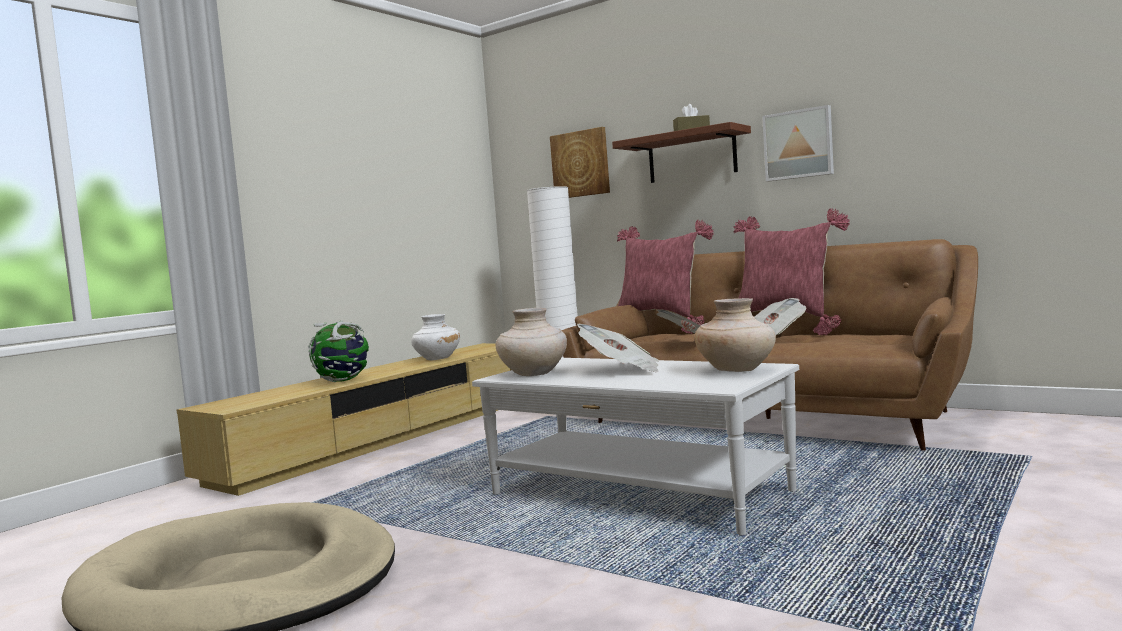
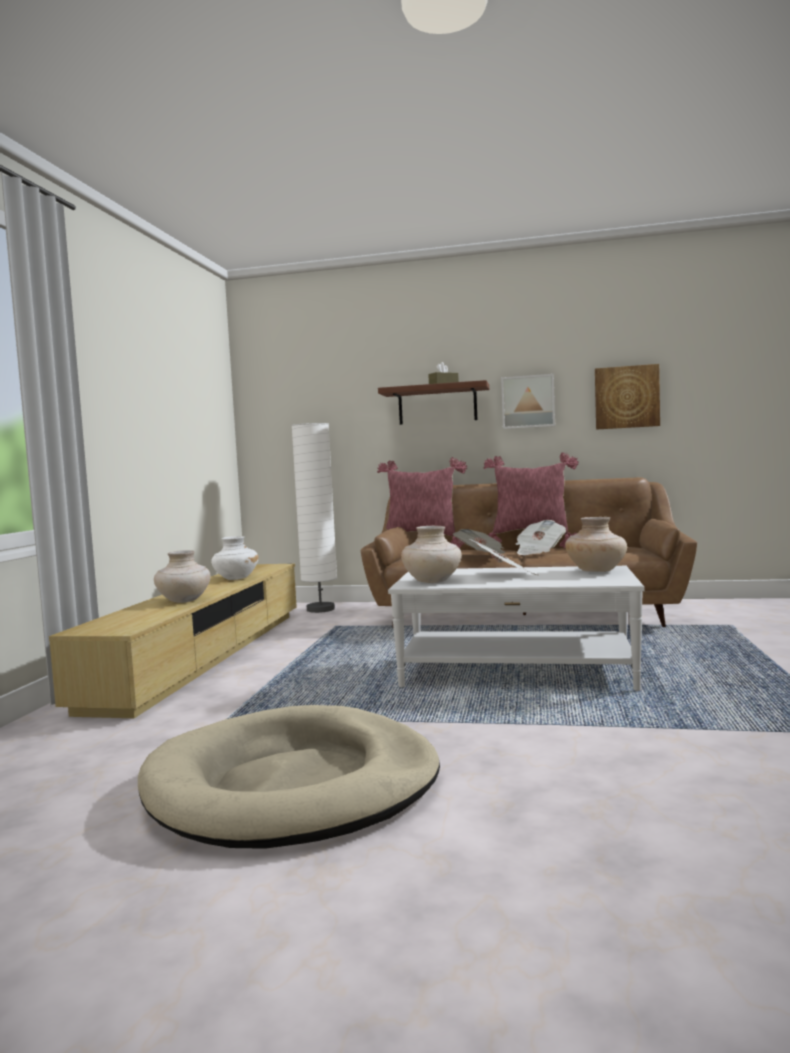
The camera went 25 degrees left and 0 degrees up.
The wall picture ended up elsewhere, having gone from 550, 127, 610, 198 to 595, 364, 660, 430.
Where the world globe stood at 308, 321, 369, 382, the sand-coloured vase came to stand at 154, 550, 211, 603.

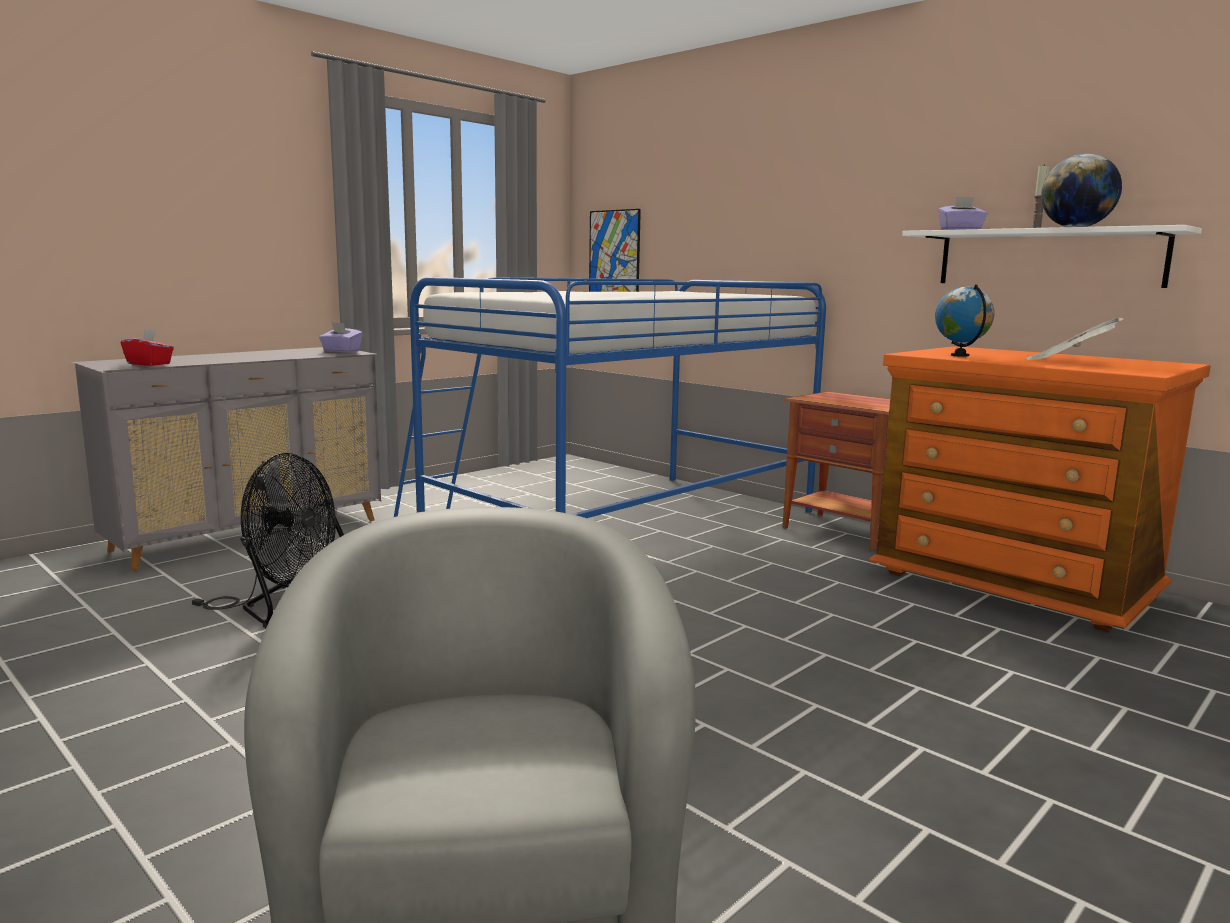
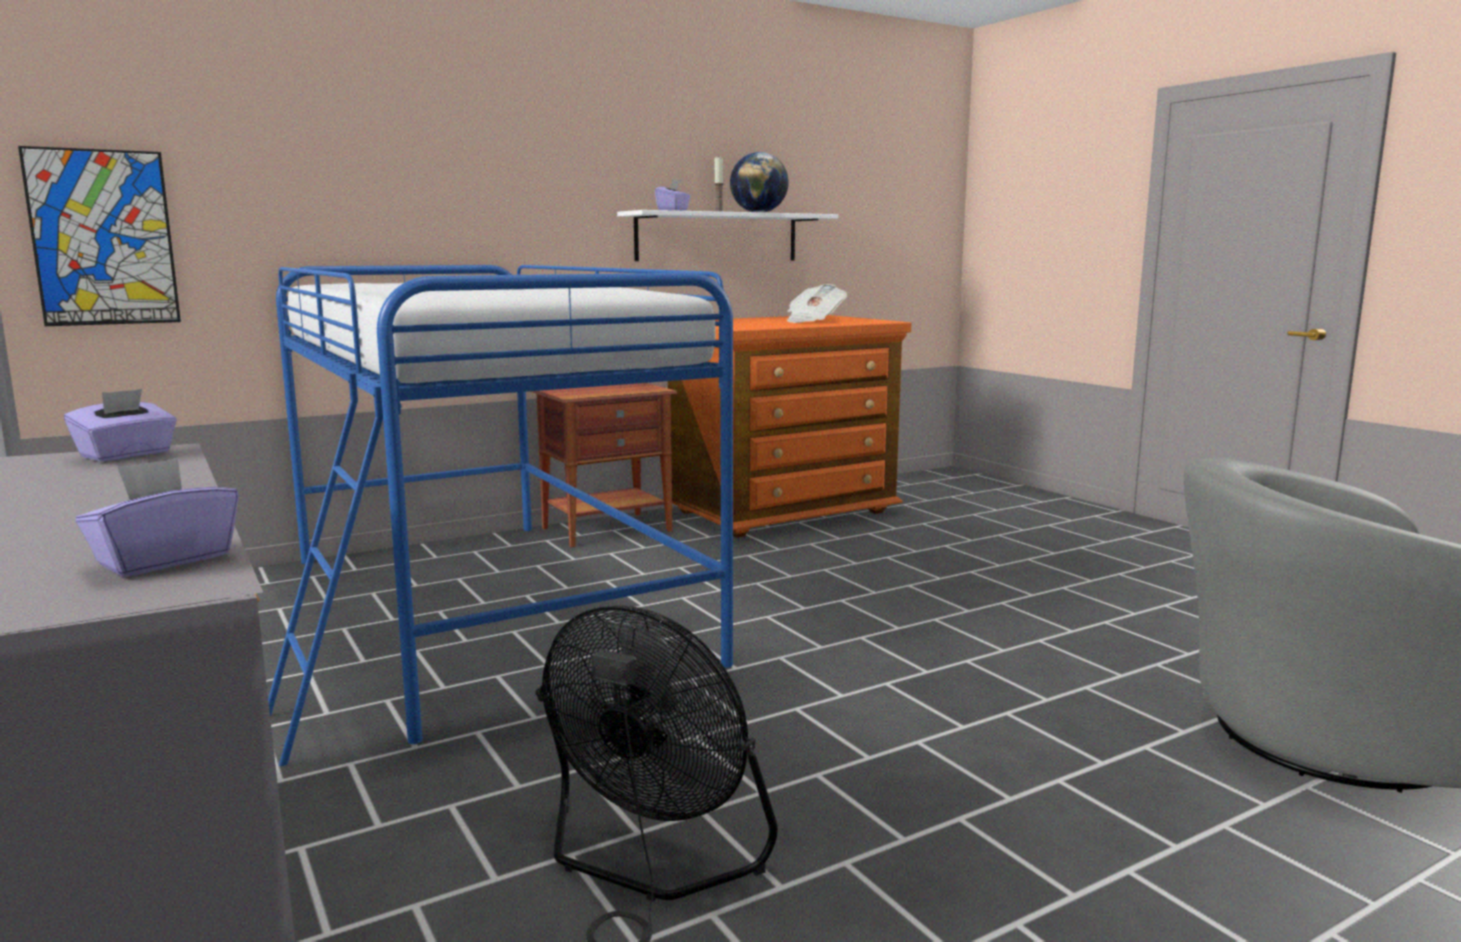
The camera went 75 degrees left and 0 degrees up.
The second view lost the world globe at 935, 284, 995, 357.
What was the red-coloured tissue box at 121, 330, 174, 366 turned into the purple-coloured tissue box at 76, 458, 239, 577.

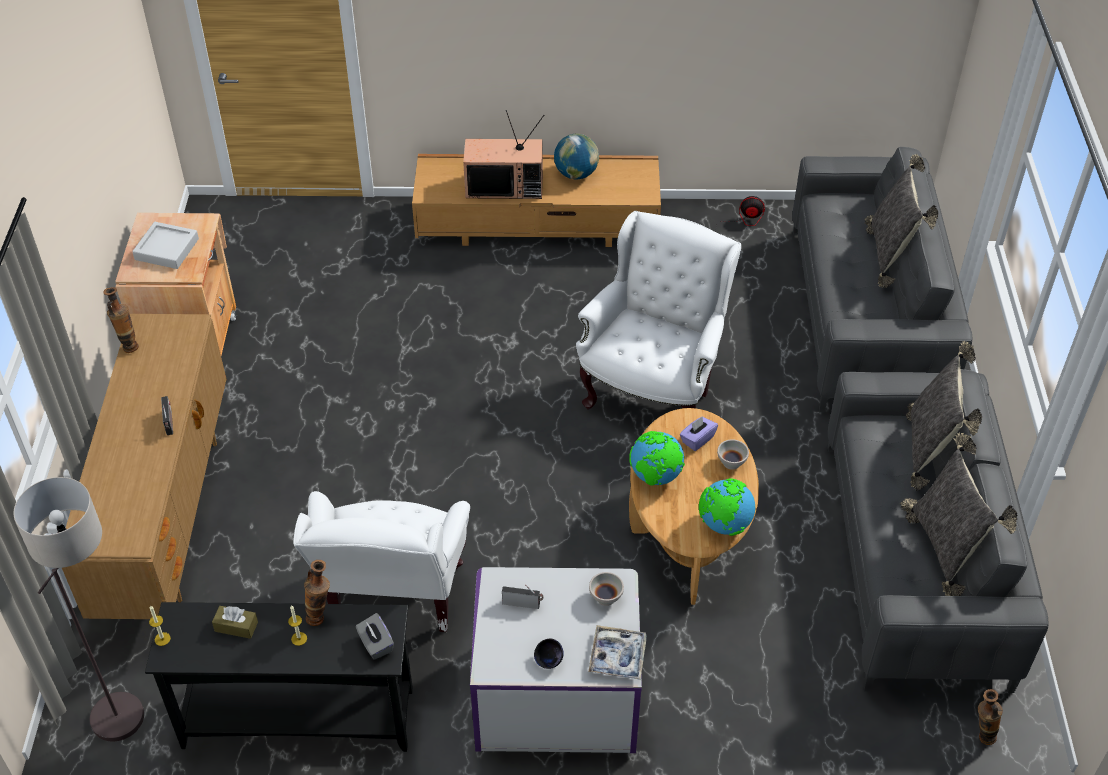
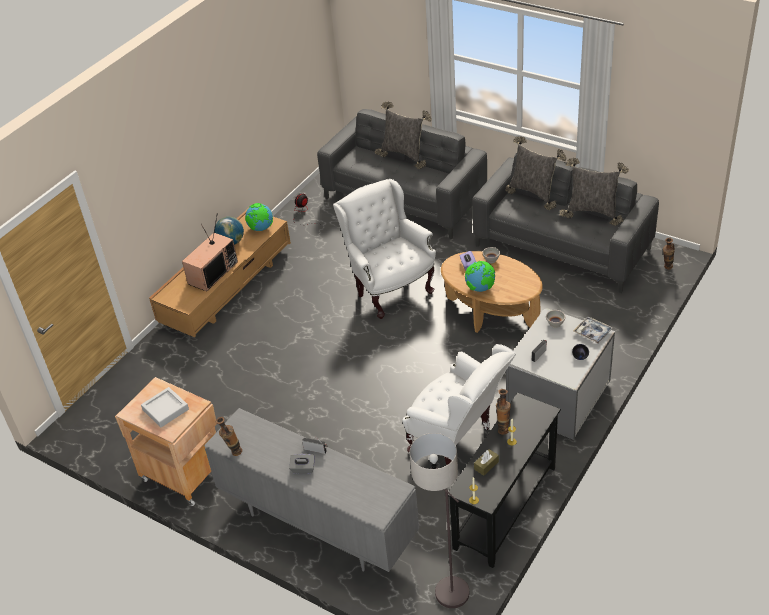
The camera went 55 degrees left and 5 degrees down.
The gray tissue box ended up elsewhere, having gone from 356, 613, 394, 660 to 289, 454, 315, 474.
The world globe ended up elsewhere, having gone from 699, 478, 755, 536 to 245, 203, 273, 231.
What was the brownish dresser at 62, 314, 226, 619 turned into the gray dresser at 204, 408, 419, 572.
What was the purple-coloured bedside table at 470, 567, 642, 753 turned into the gray bedside table at 506, 309, 615, 440.

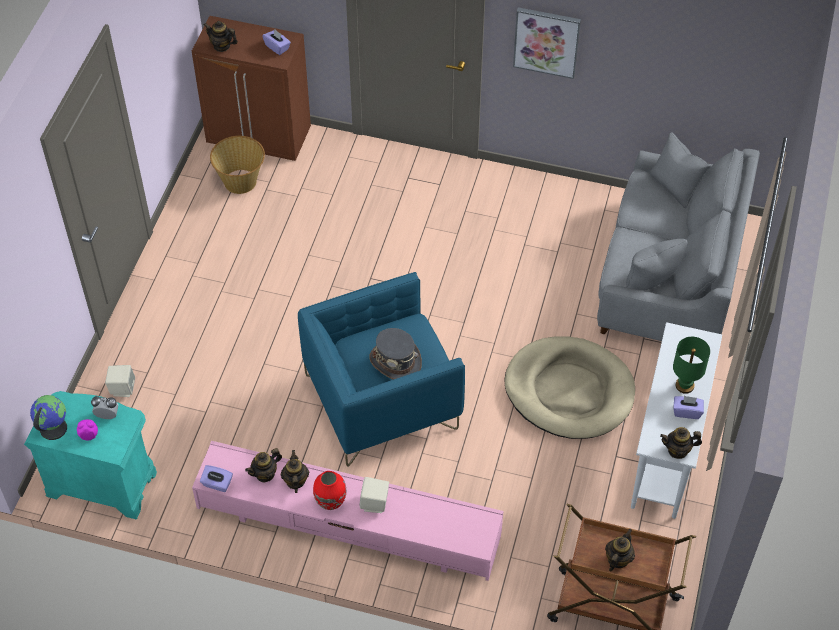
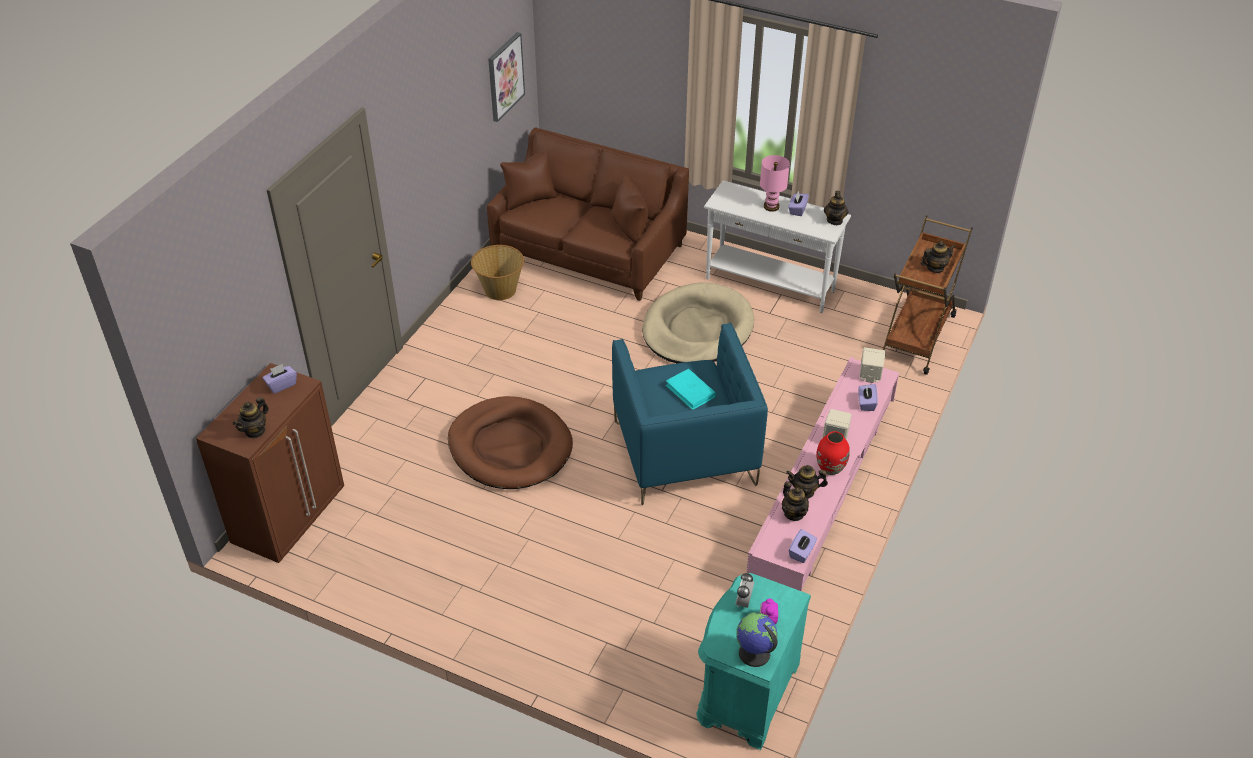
The camera went 80 degrees left and 10 degrees down.
The second view gained the brownish dog bed at 448, 396, 573, 489.
The second view gained the purple-coloured tissue box at 858, 384, 878, 411.
The sand-coloured loudspeaker ended up elsewhere, having gone from 105, 365, 135, 397 to 860, 347, 886, 383.
The storage basket ended up elsewhere, having gone from 210, 136, 265, 194 to 471, 245, 524, 300.
The wall picture ended up elsewhere, having gone from 513, 7, 581, 79 to 488, 32, 525, 122.
Where the gray clothing hat stood at 369, 328, 422, 380, the turquoise-coloured bound book came to stand at 666, 369, 716, 410.
What was the gray settee at 597, 132, 760, 341 turned into the brownish settee at 487, 127, 689, 301.
What was the green-coloured table lamp at 673, 337, 710, 394 turned into the pink table lamp at 760, 155, 790, 212.
The pot for tea at 605, 529, 635, 571 ended up facing another way, 120 degrees clockwise from before.

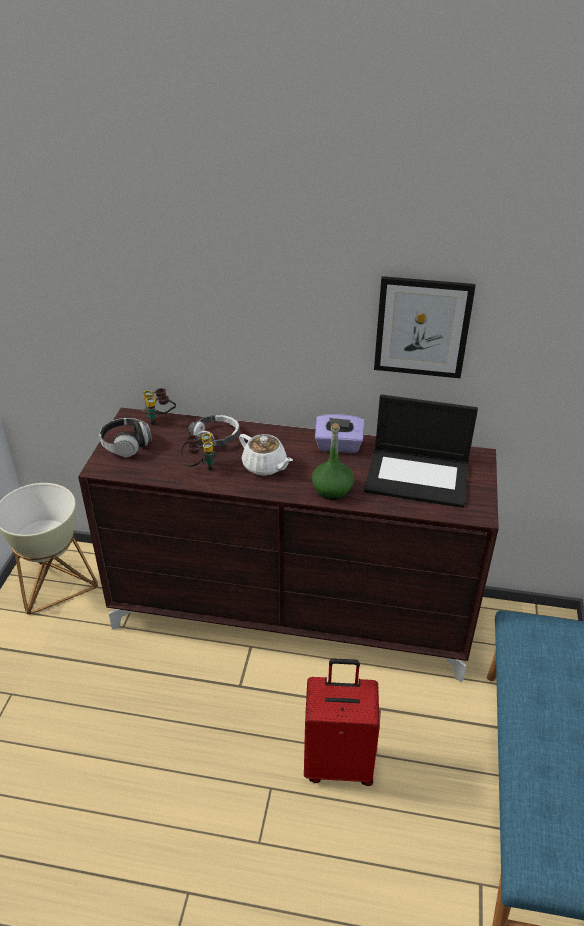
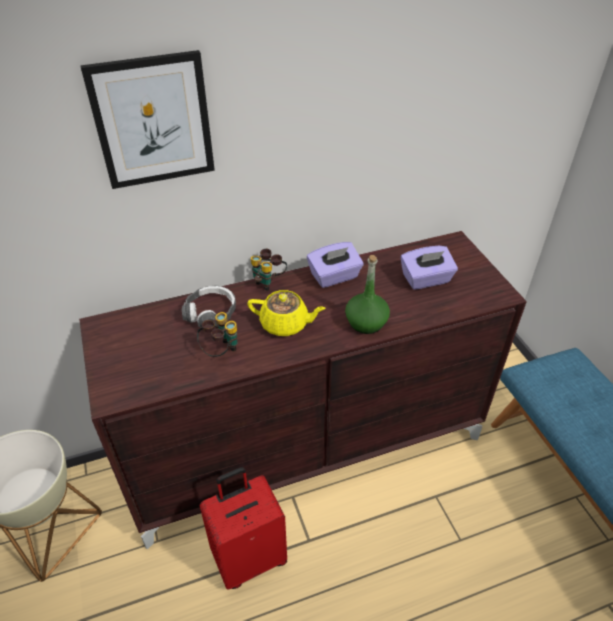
The camera went 30 degrees left and 5 degrees up.
The second view lost the headset at 99, 418, 152, 457.
The pair of binoculars ended up elsewhere, having gone from 142, 388, 176, 425 to 251, 249, 287, 291.
The red-coloured piece of luggage ended up elsewhere, having gone from 304, 659, 380, 786 to 199, 467, 287, 589.
The wall picture ended up elsewhere, having gone from 374, 276, 475, 378 to 80, 50, 215, 189.
Where the notebook computer stood at 364, 394, 478, 508, the purple-coloured tissue box came to stand at 401, 246, 458, 290.
What was the white pot for tea at 239, 434, 293, 476 turned into the yellow-coloured pot for tea at 247, 290, 326, 336.

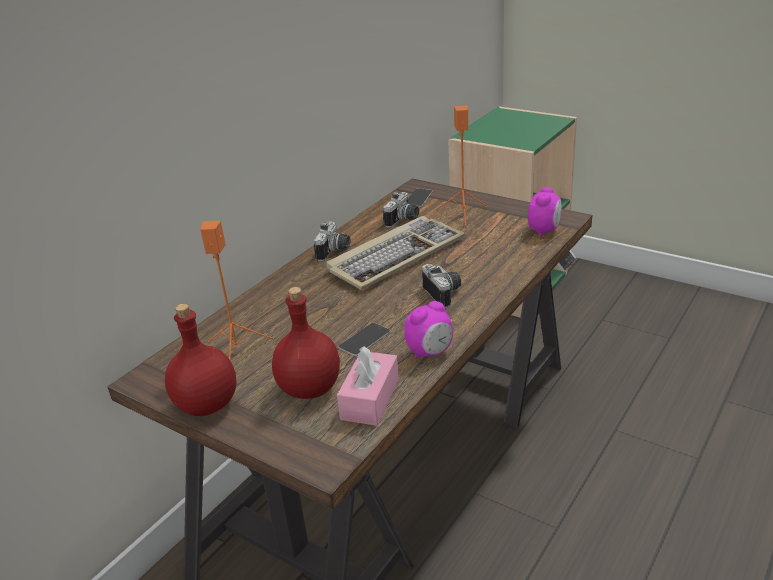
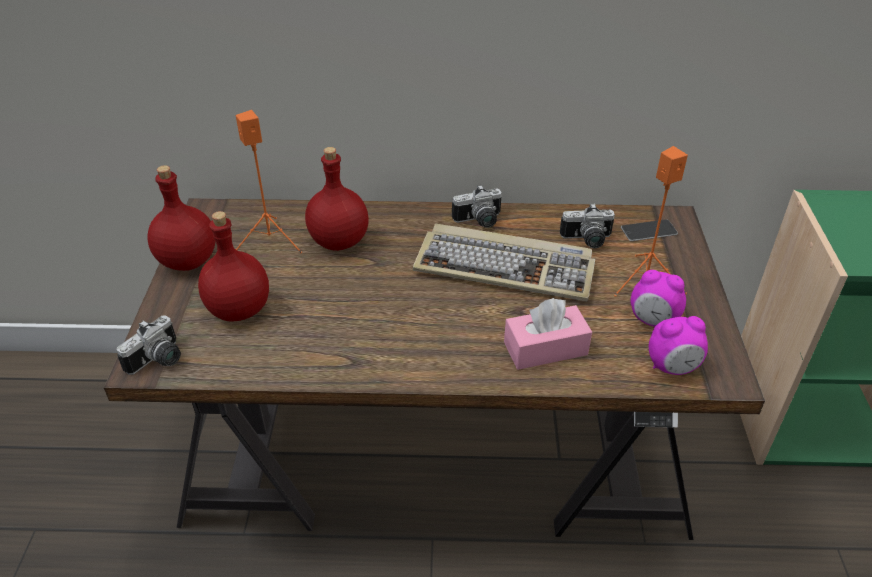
The camera went 55 degrees right and 10 degrees up.
The second view lost the handset at 338, 323, 391, 356.
The second view gained the red-coloured beverage bottle at 305, 147, 369, 251.
The pink tissue box ended up elsewhere, having gone from 337, 346, 399, 426 to 504, 298, 592, 370.
The table clock ended up elsewhere, having gone from 404, 301, 453, 358 to 631, 270, 686, 327.
The still camera ended up elsewhere, having gone from 422, 264, 461, 308 to 117, 315, 181, 375.

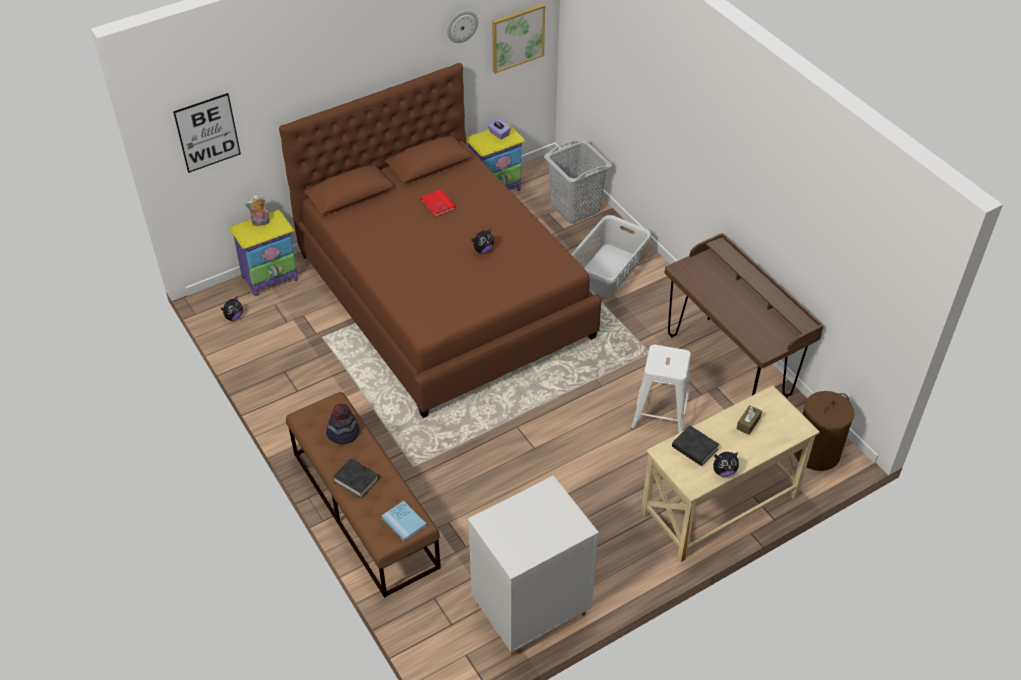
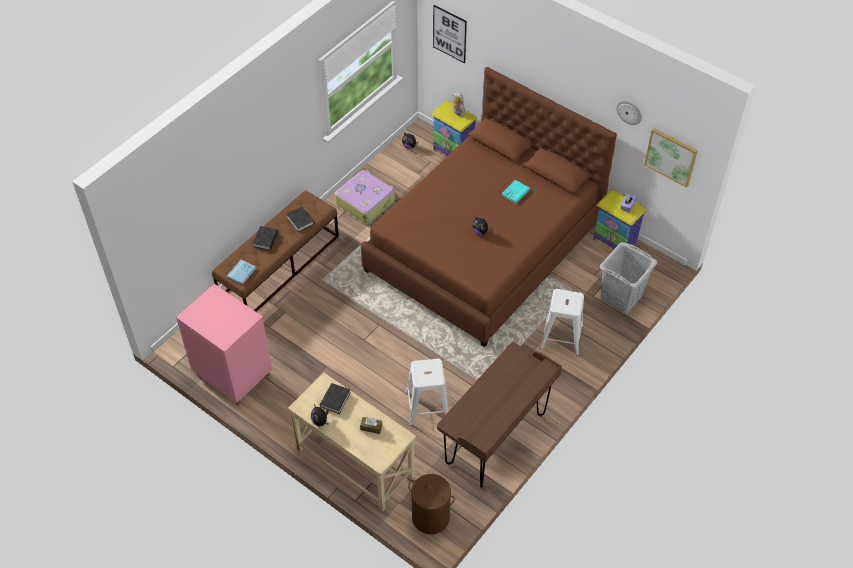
The camera went 70 degrees right and 5 degrees up.
The second view gained the piece of luggage at 335, 170, 395, 224.
Where the clothing hat stood at 326, 404, 360, 444, the blackish bound book came to stand at 286, 207, 314, 232.
Where the gray washing basket stood at 571, 215, 651, 297, the white stool seat came to stand at 540, 289, 584, 356.
What was the red-coloured bound book at 421, 189, 456, 217 turned into the turquoise-coloured bound book at 502, 180, 530, 203.
What was the white dresser at 468, 475, 599, 655 turned into the pink dresser at 176, 284, 272, 406.

